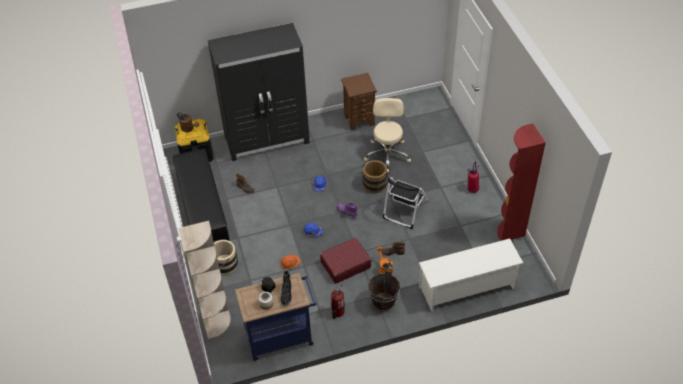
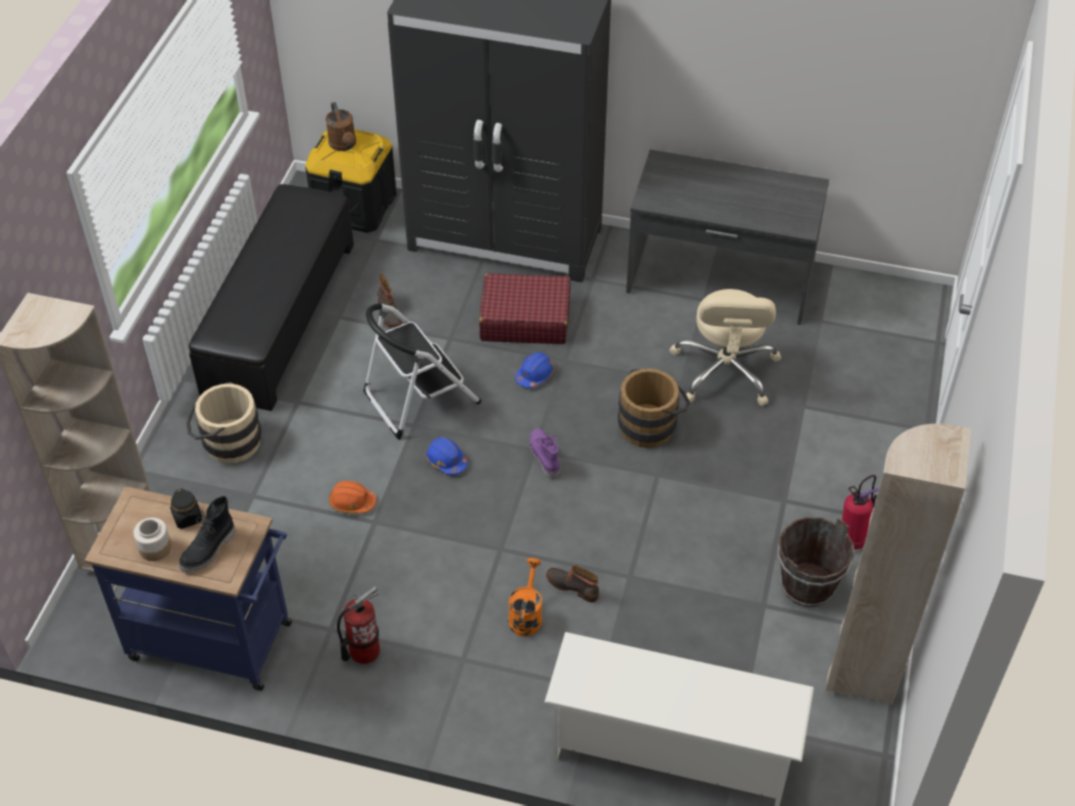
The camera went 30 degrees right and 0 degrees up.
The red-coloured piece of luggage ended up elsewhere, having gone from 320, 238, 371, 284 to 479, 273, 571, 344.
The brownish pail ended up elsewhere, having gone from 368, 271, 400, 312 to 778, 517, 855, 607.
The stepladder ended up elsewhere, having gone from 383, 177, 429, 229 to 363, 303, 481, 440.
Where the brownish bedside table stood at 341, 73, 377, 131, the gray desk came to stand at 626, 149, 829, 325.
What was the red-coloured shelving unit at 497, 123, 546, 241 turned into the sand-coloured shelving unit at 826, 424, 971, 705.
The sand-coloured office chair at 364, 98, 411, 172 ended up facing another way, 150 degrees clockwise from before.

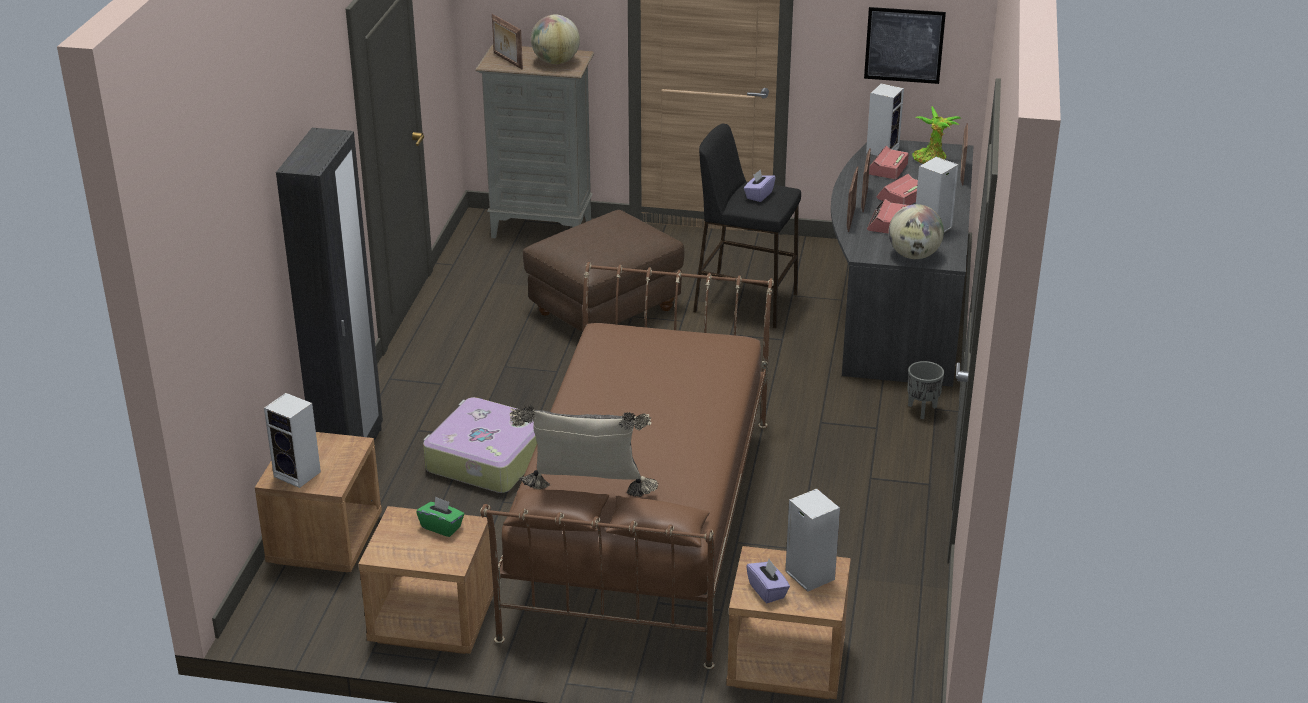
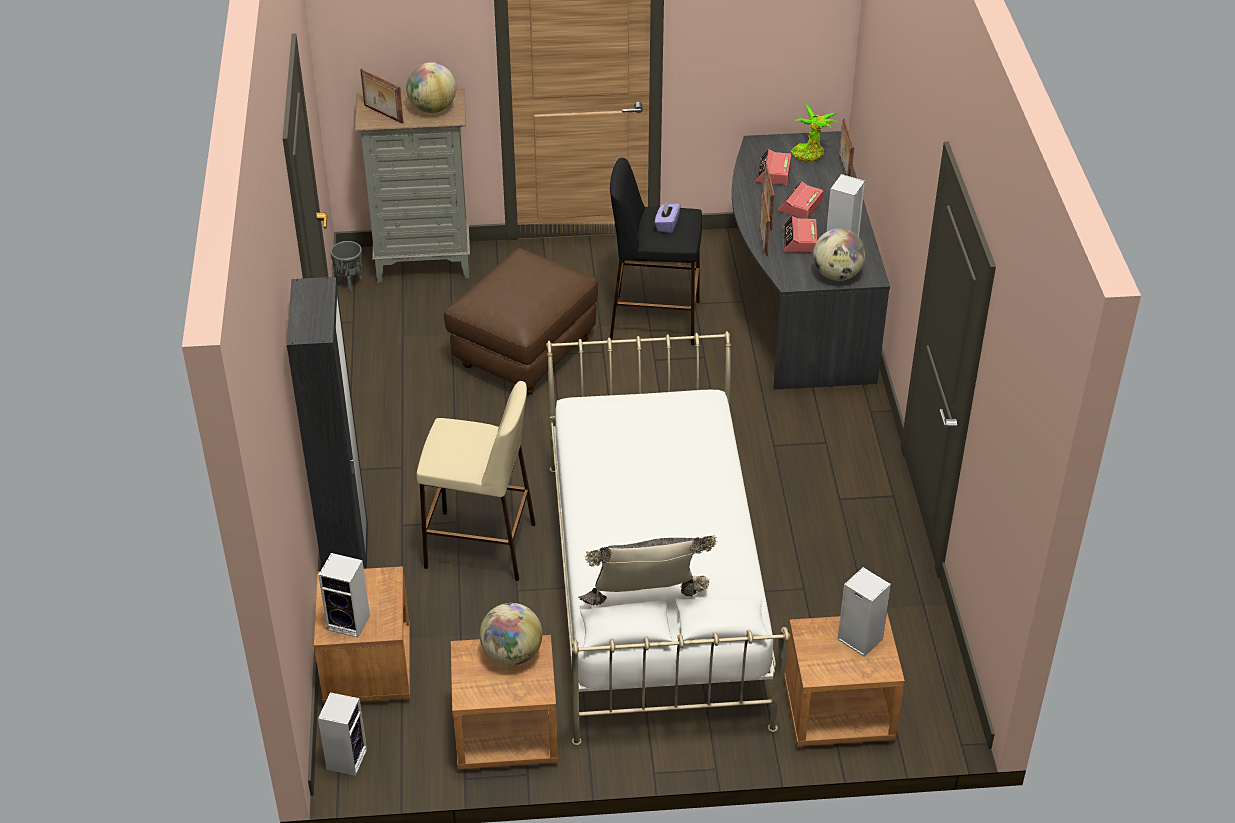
The camera went 15 degrees left and 10 degrees up.
The second view lost the purple-coloured tissue box at 746, 559, 790, 603.
The second view lost the wall picture at 864, 7, 946, 84.
The loudspeaker ended up elsewhere, having gone from 866, 83, 904, 156 to 318, 692, 367, 776.
The gray plant pot ended up elsewhere, having gone from 908, 361, 944, 419 to 331, 241, 363, 291.
Where the green-coloured tissue box stood at 416, 496, 464, 537, the world globe came to stand at 480, 603, 542, 666.
Where the piece of luggage stood at 423, 397, 537, 493, the sand-coloured stool seat came to stand at 417, 381, 536, 581.
What was the brownish bedroom bed at 480, 262, 774, 670 turned into the white bedroom bed at 546, 331, 790, 746.

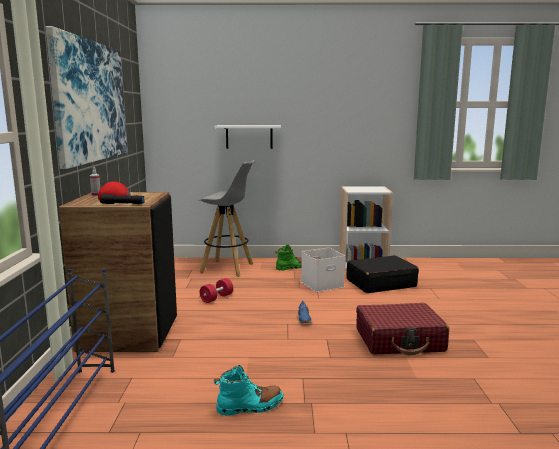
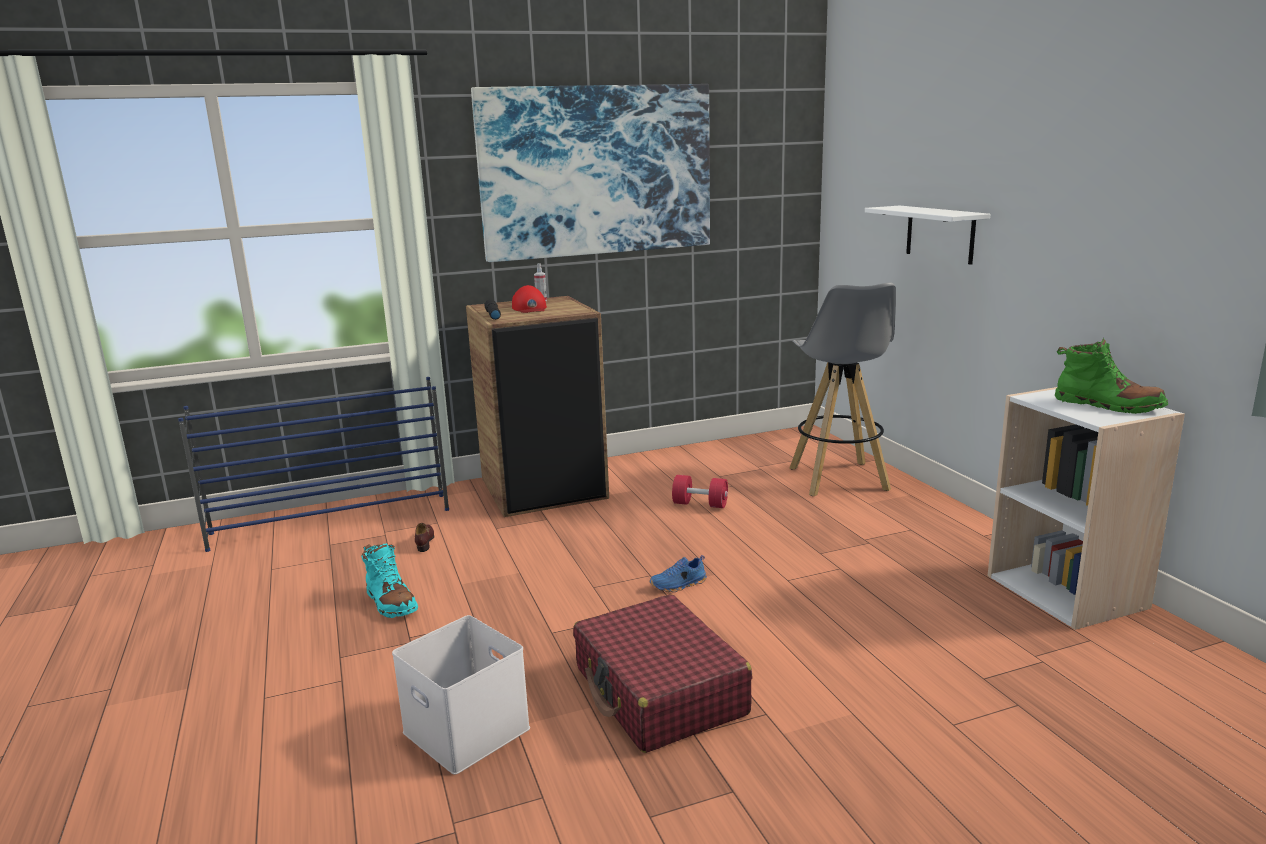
The camera went 70 degrees right and 5 degrees up.
The second view lost the blackish piece of luggage at 346, 255, 419, 293.
The second view gained the brownish item of footwear at 415, 523, 434, 552.
The green-coloured tall boot ended up elsewhere, having gone from 275, 244, 302, 271 to 1055, 338, 1168, 414.
The white storage container ended up elsewhere, having gone from 301, 248, 345, 292 to 392, 615, 530, 775.

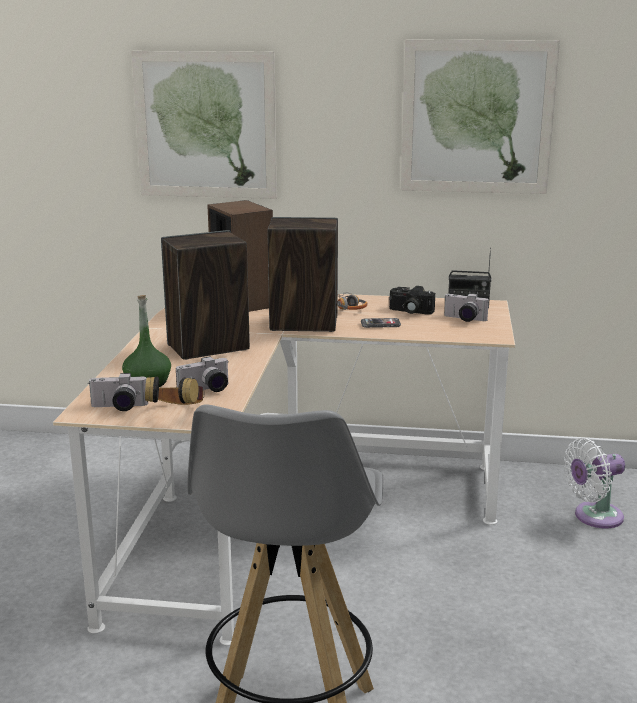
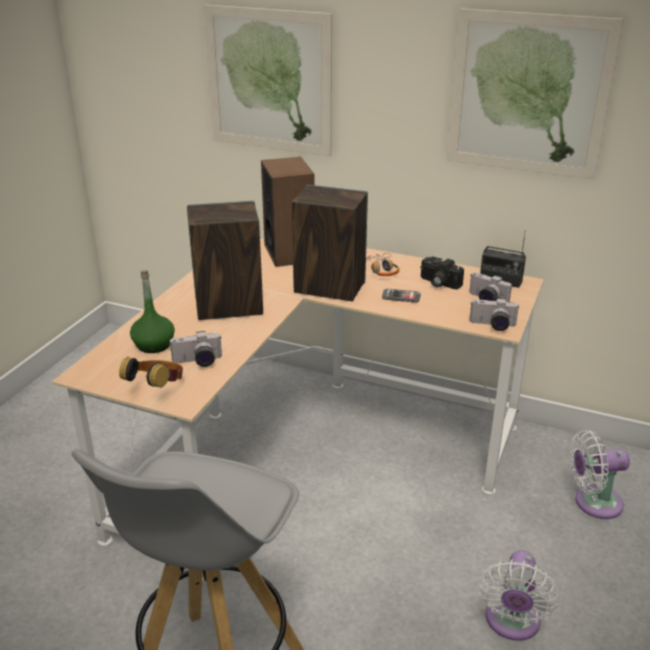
The camera went 15 degrees right and 10 degrees up.
The second view gained the white electric fan at 479, 550, 559, 641.
The still camera ended up elsewhere, having gone from 89, 373, 148, 411 to 469, 298, 520, 331.

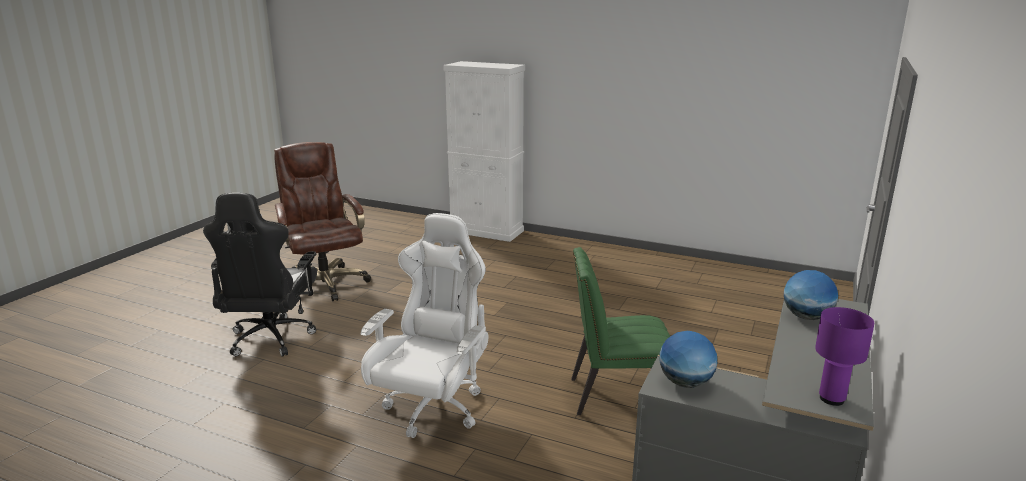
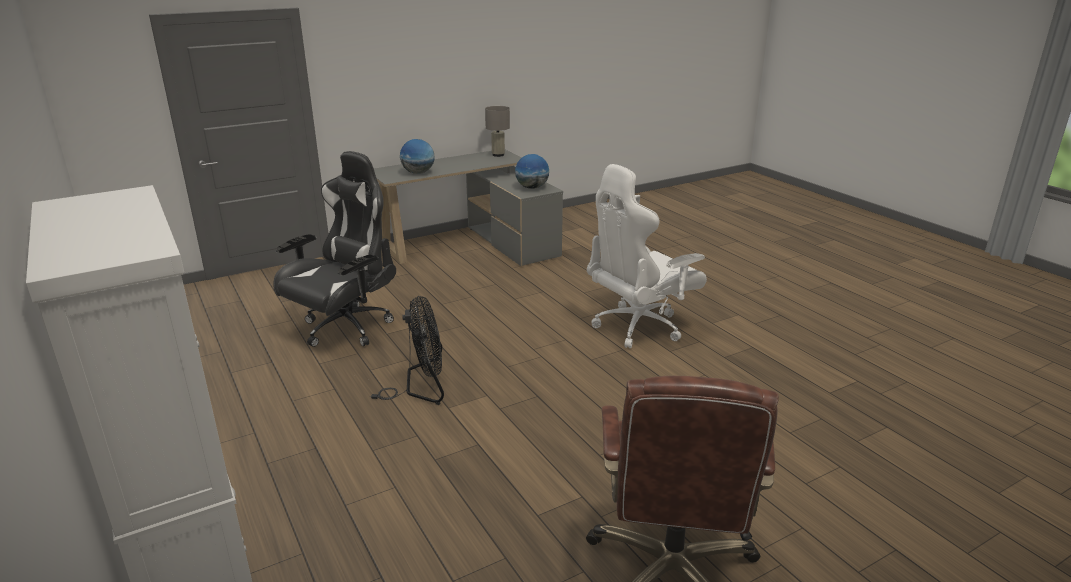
The camera went 145 degrees left and 5 degrees up.
The second view lost the green-coloured plain chair at 571, 247, 670, 415.
The second view gained the blackish electric fan at 370, 296, 444, 405.
The blackish office chair ended up elsewhere, having gone from 203, 193, 317, 357 to 273, 151, 396, 347.
What was the purple-coloured table lamp at 815, 307, 874, 406 turned into the gray table lamp at 485, 106, 510, 157.

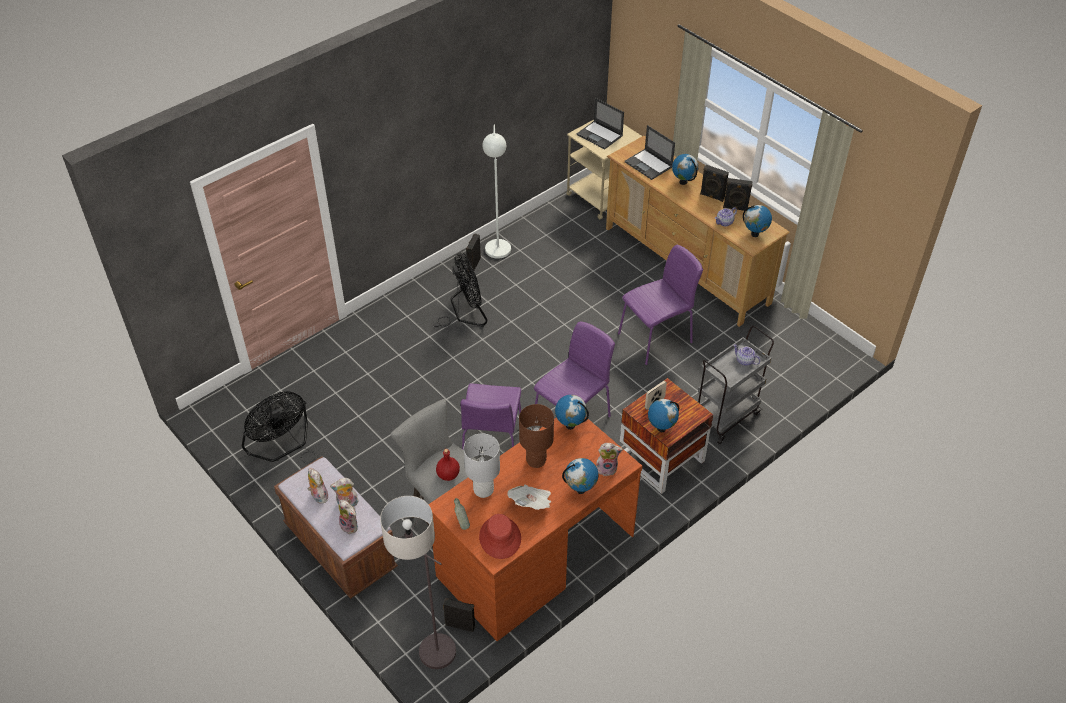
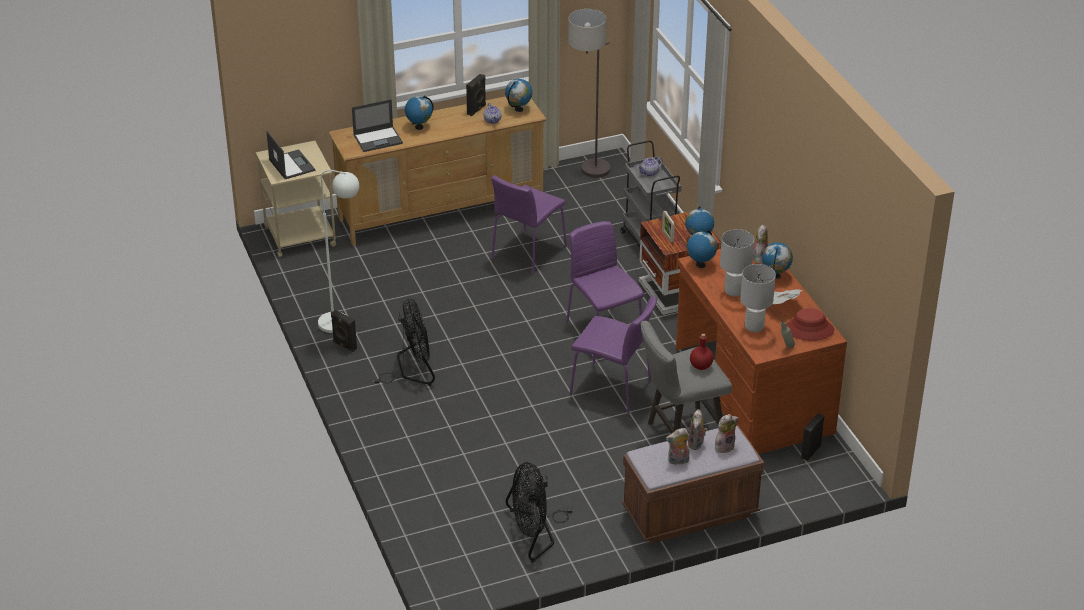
The camera went 70 degrees left and 10 degrees down.
The second view lost the blackish loudspeaker at 700, 165, 729, 202.
The gray floor lamp ended up elsewhere, having gone from 380, 496, 456, 669 to 568, 9, 610, 178.
What was the brownish table lamp at 519, 404, 554, 468 turned into the gray table lamp at 720, 229, 754, 297.
The blackish electric fan at 434, 253, 487, 327 ended up facing another way, 75 degrees clockwise from before.
The notebook computer at 577, 98, 624, 149 ended up facing another way, 90 degrees counterclockwise from before.
The purple-coloured plain chair at 618, 245, 703, 365 ended up facing another way, 135 degrees counterclockwise from before.

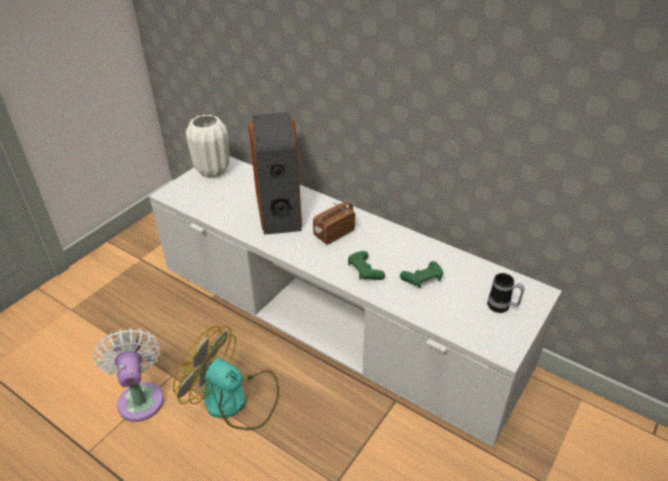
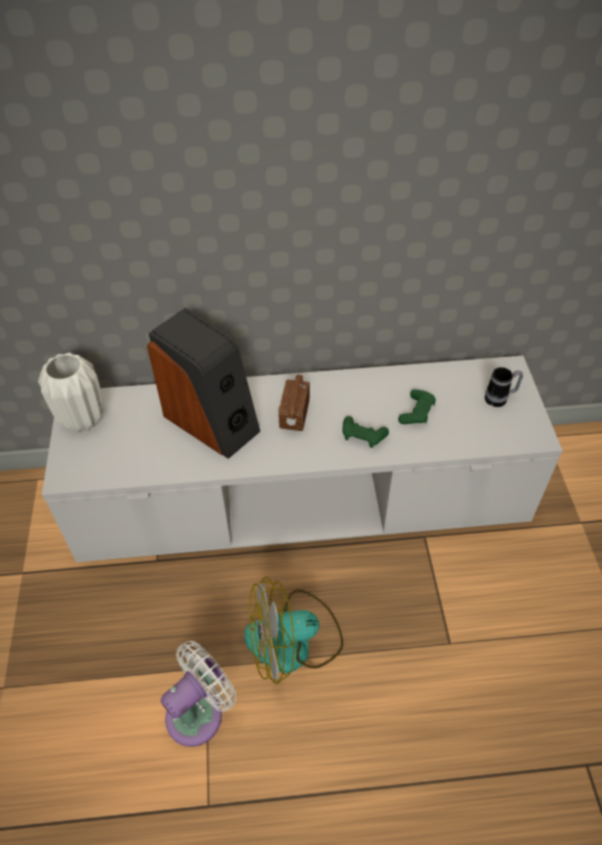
The camera went 40 degrees left and 10 degrees up.
The white electric fan at 94, 328, 164, 422 ended up facing another way, 105 degrees clockwise from before.

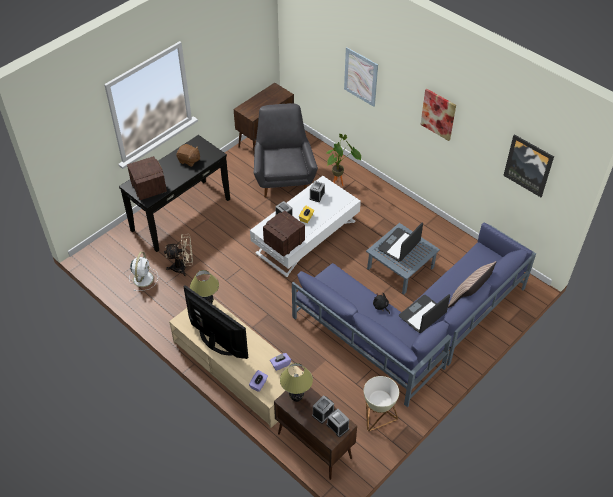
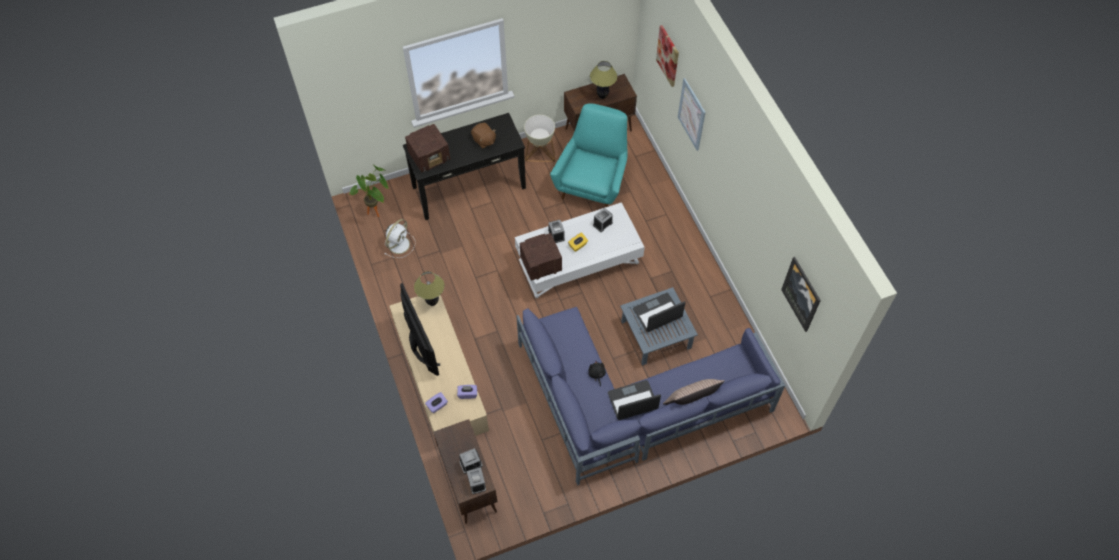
The camera went 25 degrees right and 10 degrees up.
The second view lost the sand-coloured electric fan at 164, 234, 193, 276.
The table lamp ended up elsewhere, having gone from 280, 363, 313, 402 to 590, 61, 617, 99.
The plant in a pot ended up elsewhere, having gone from 326, 134, 361, 186 to 350, 165, 389, 217.
The plant pot ended up elsewhere, having gone from 364, 376, 399, 431 to 524, 115, 555, 162.
The wall picture ended up elsewhere, having gone from 420, 89, 456, 141 to 656, 25, 679, 87.
What was the gray lounge chair at 254, 103, 318, 197 turned into the turquoise-coloured lounge chair at 550, 104, 627, 207.
The radio receiver at 127, 156, 167, 200 ended up facing another way, 60 degrees clockwise from before.

